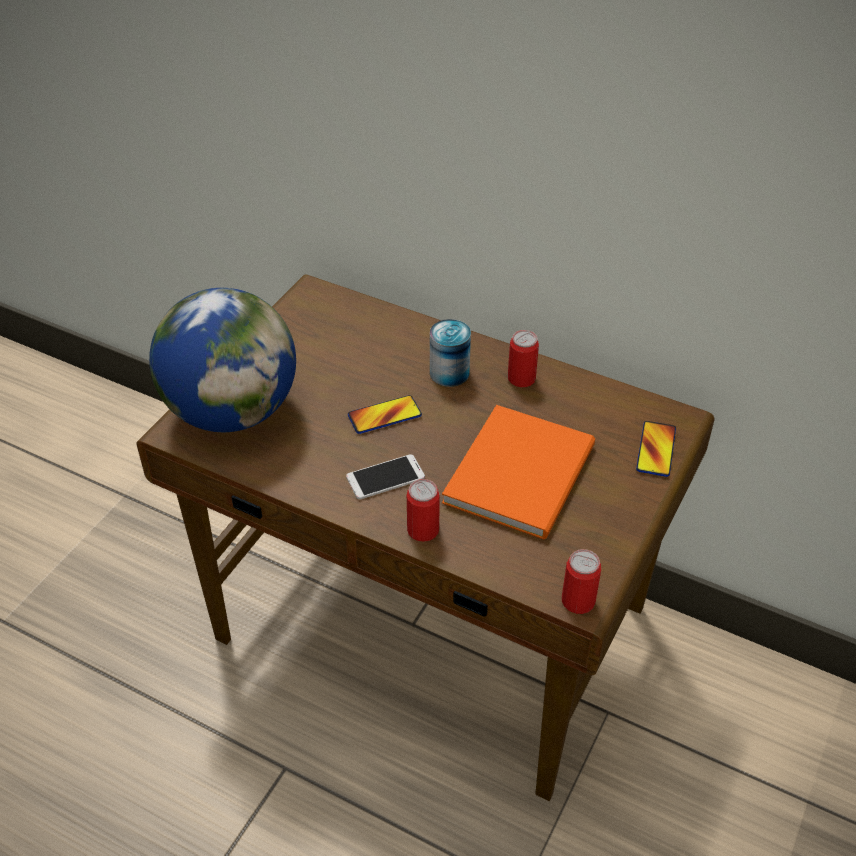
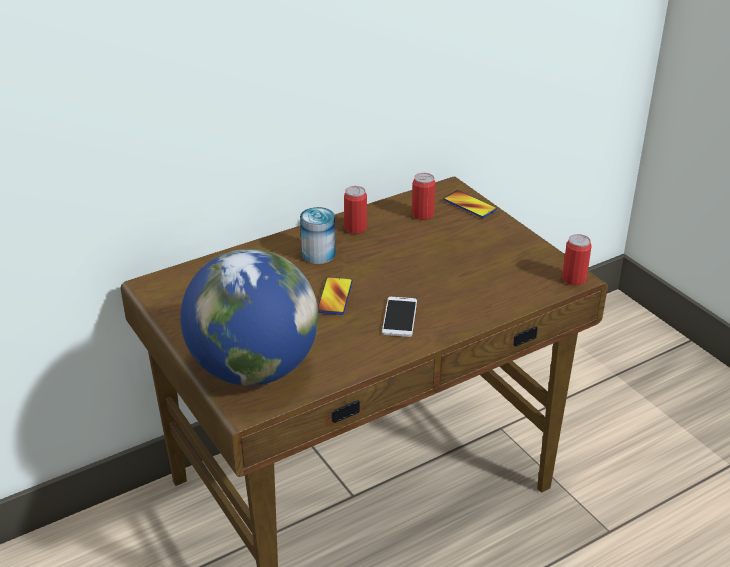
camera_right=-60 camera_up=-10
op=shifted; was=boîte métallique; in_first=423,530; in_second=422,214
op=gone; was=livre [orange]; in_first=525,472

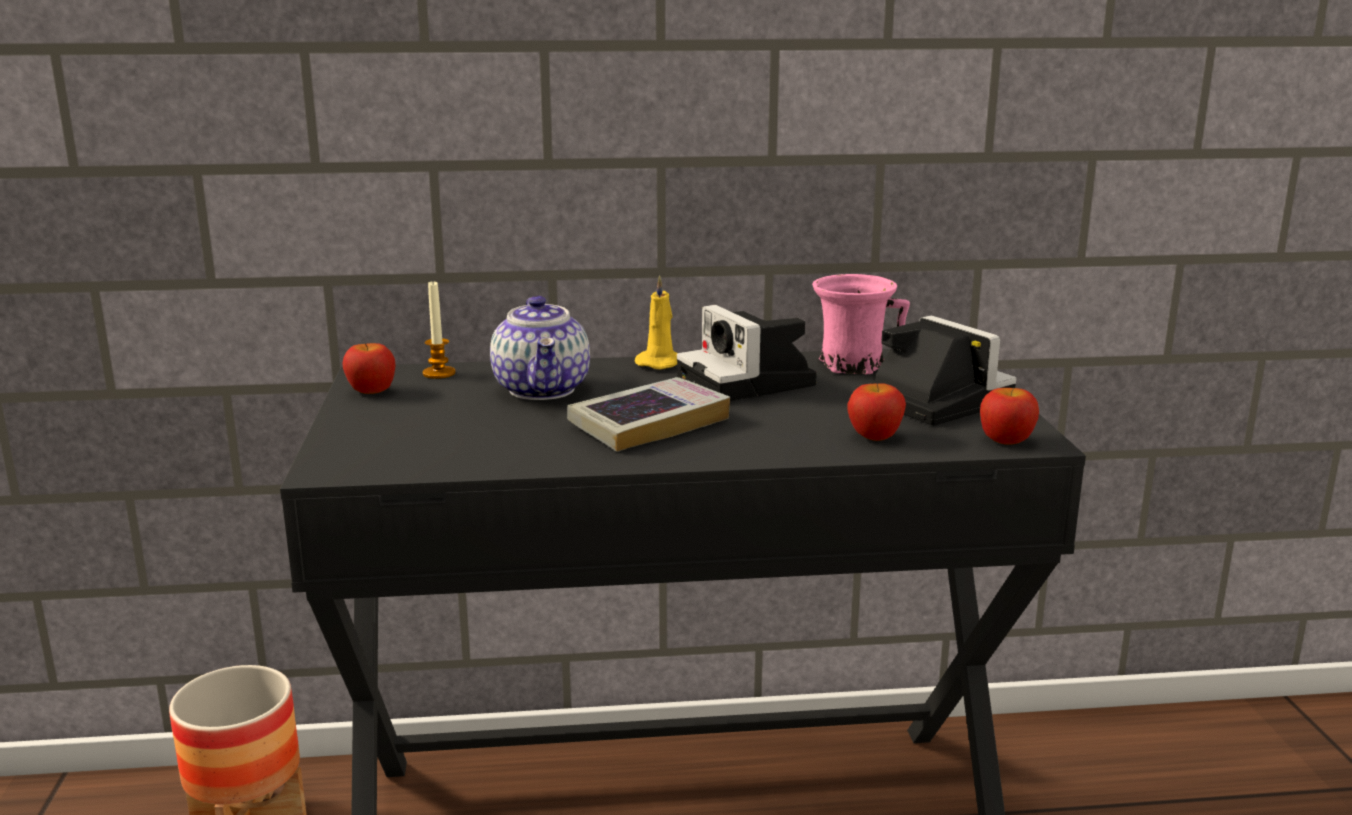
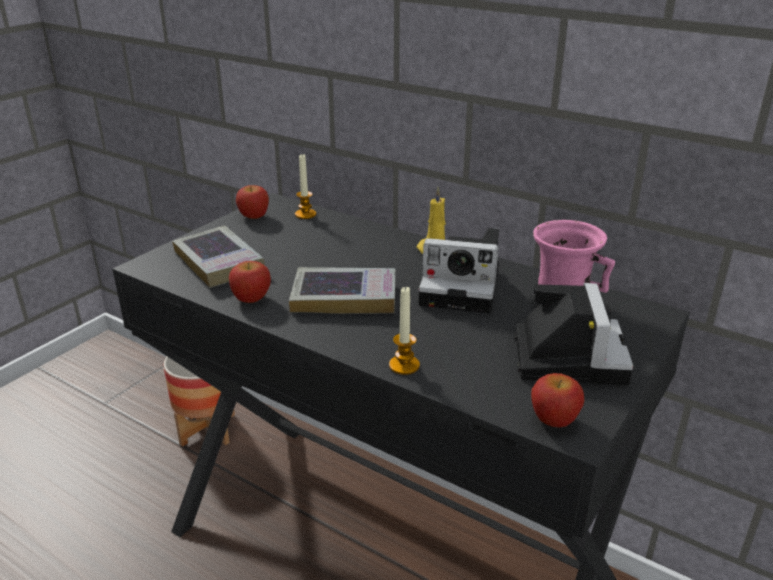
camera_right=40 camera_up=10
op=gone; was=théière; in_first=543,390
op=rotated; was=appareil photo; in_first=750,382; in_second=464,287; clockwise=-90
op=shifted; was=pomme; in_first=874,436; in_second=251,298
op=new; now=livre; in_second=219,262
op=new; now=bougie; in_second=404,365

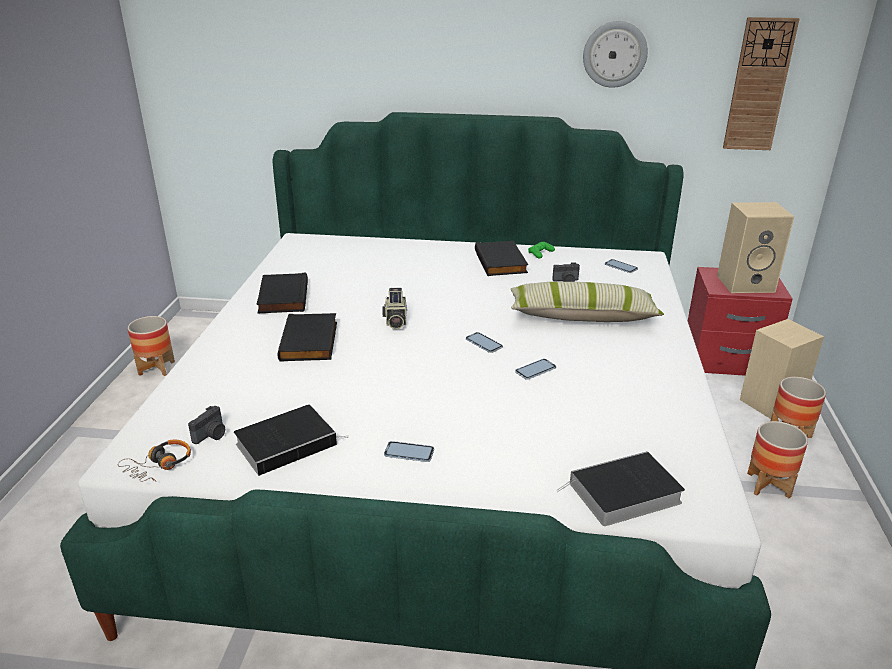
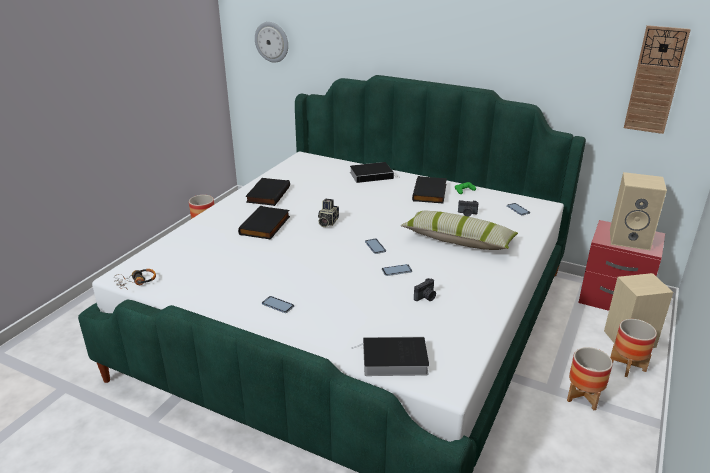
camera_right=20 camera_up=0
op=shifted; was=appareil photo; in_first=211,435; in_second=426,297
op=shifted; was=livre; in_first=288,443; in_second=372,175
op=shifted; was=horloge murale; in_first=615,54; in_second=272,42

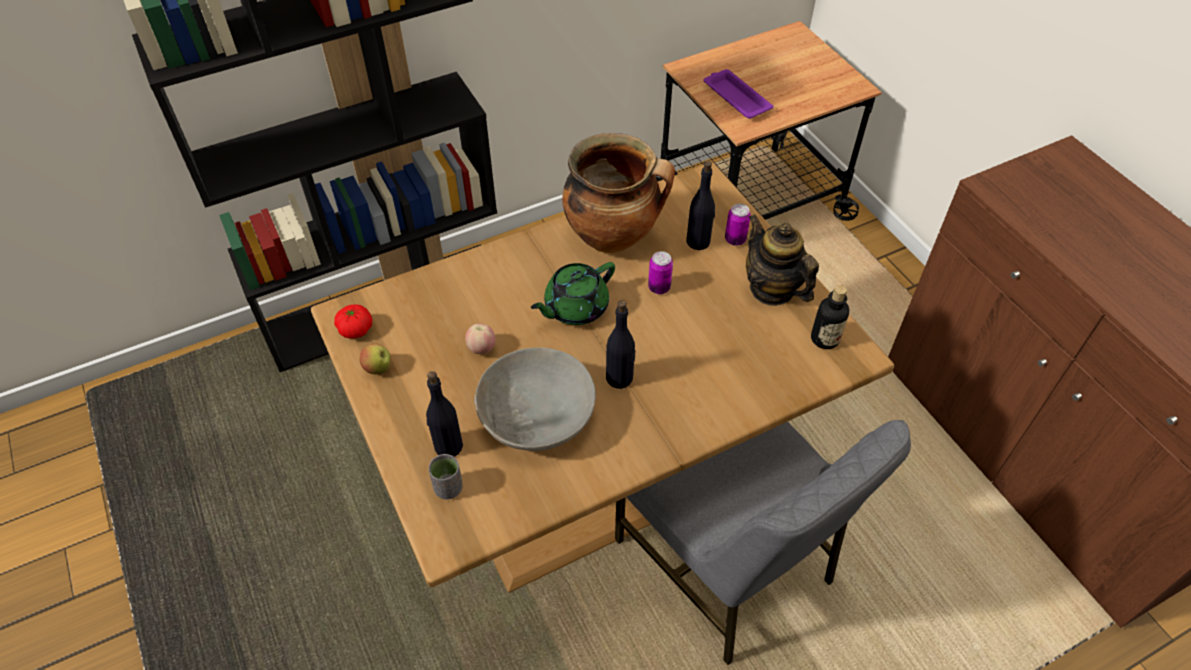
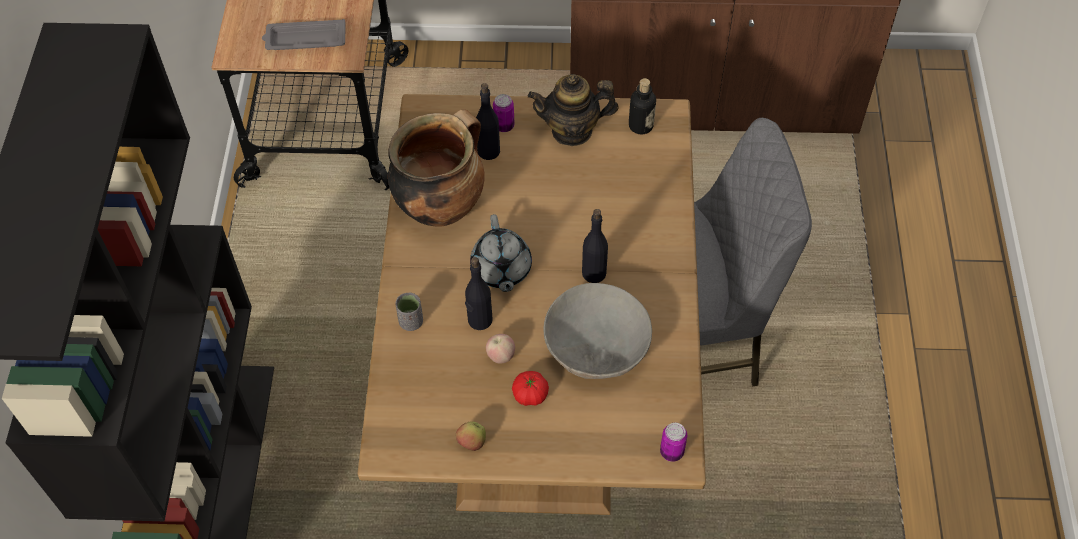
camera_right=-60 camera_up=5
op=shifted; was=tomate; in_first=356,329; in_second=530,394
op=shifted; was=bouteille [noir]; in_first=448,446; in_second=479,320
op=shifted; was=tasse [gris]; in_first=448,488; in_second=411,321
op=repainted; was=théière [vert]; now=théière [gris]; in_first=575,307; in_second=501,269
op=shifted; was=boîte métallique; in_first=659,287; in_second=671,452
op=repainted; was=plateau [violet]; now=plateau [gris]; in_first=735,98; in_second=304,40

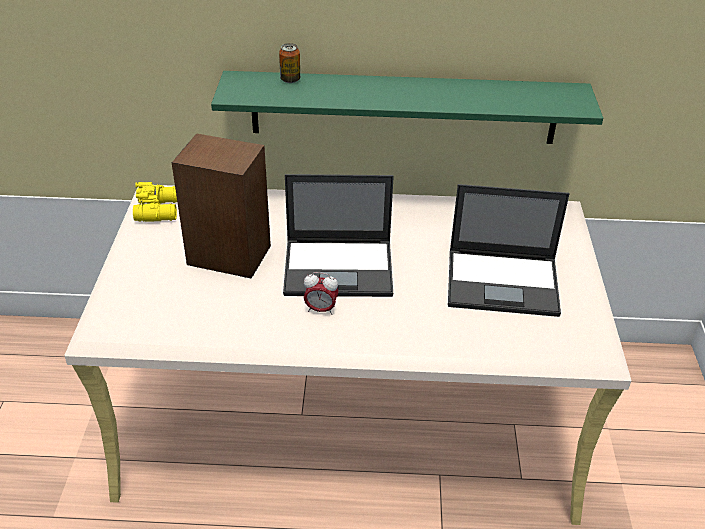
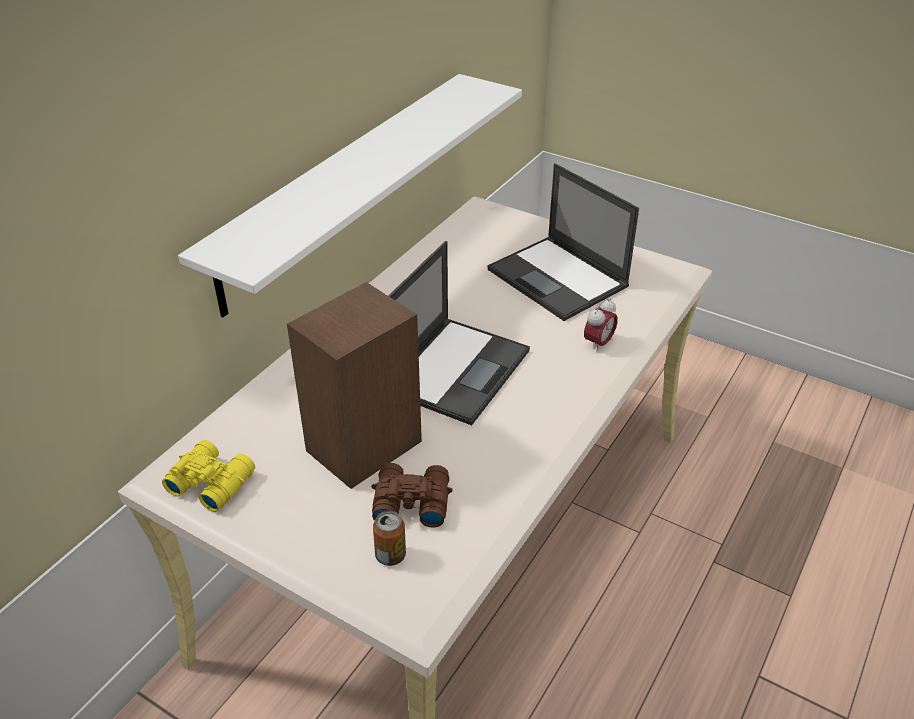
camera_right=-60 camera_up=0
op=repainted; was=étagère [vert]; now=étagère [blanc]; in_first=403,107; in_second=344,187
op=shifted; was=boîte métallique; in_first=290,79; in_second=390,555
op=shifted; was=réveil; in_first=321,309; in_second=598,343
op=rotated; was=ordinateur portable; in_first=504,282; in_second=559,278; clockwise=105
op=new; now=jumelles [marron]; in_second=410,501

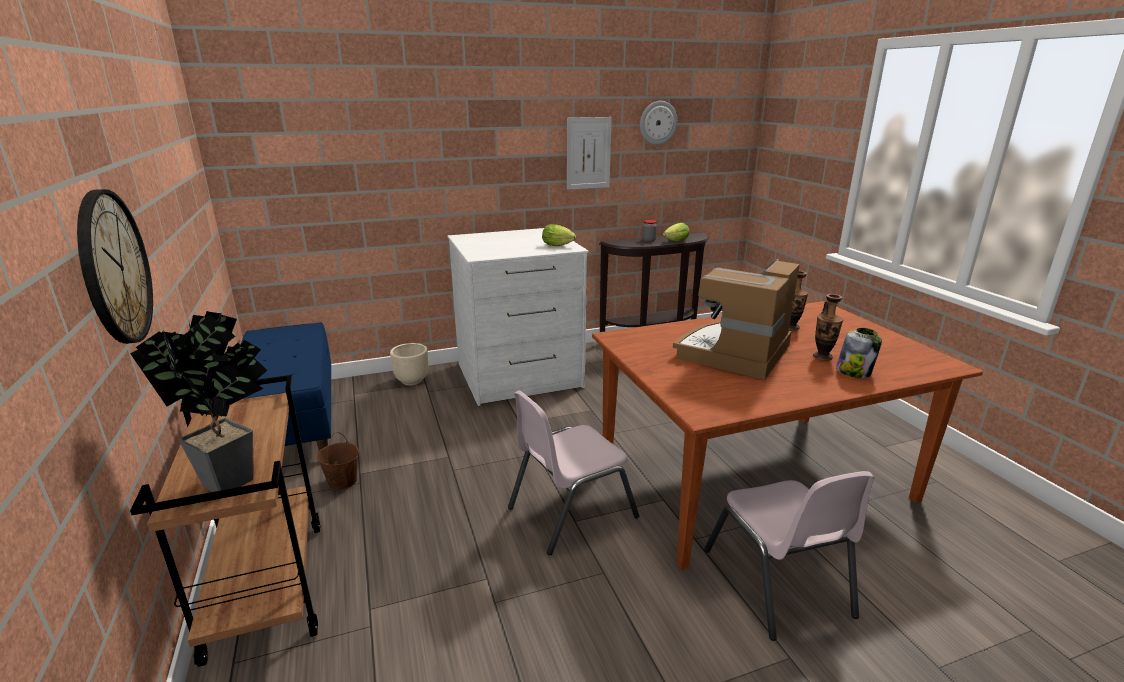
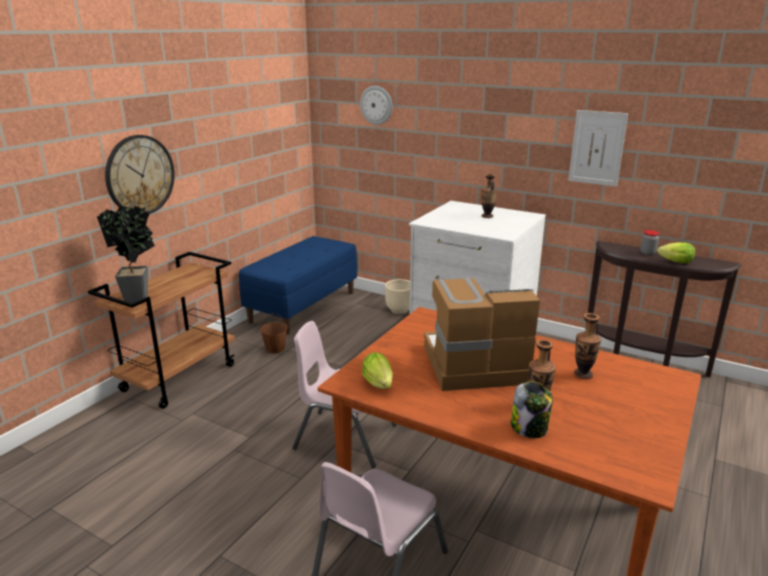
camera_right=50 camera_up=0
op=shifted; was=laitue; in_first=559,246; in_second=379,385
op=shifted; was=horloge murale; in_first=658,122; in_second=376,105
op=new; now=vase; in_second=487,216

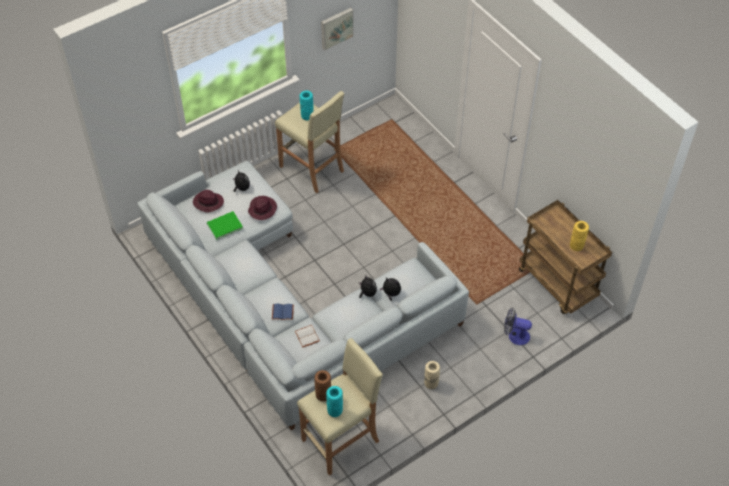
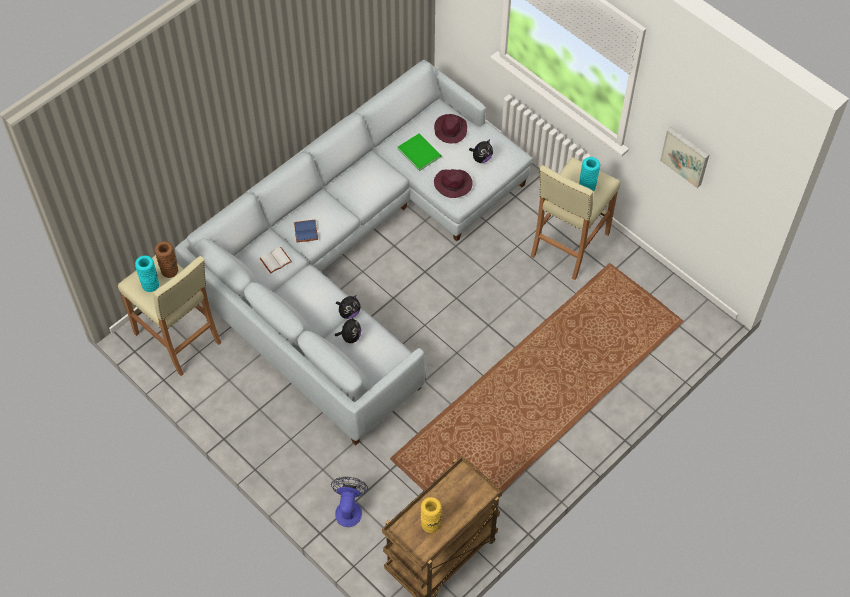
camera_right=80 camera_up=5
op=gone; was=vase [beige]; in_first=431,383

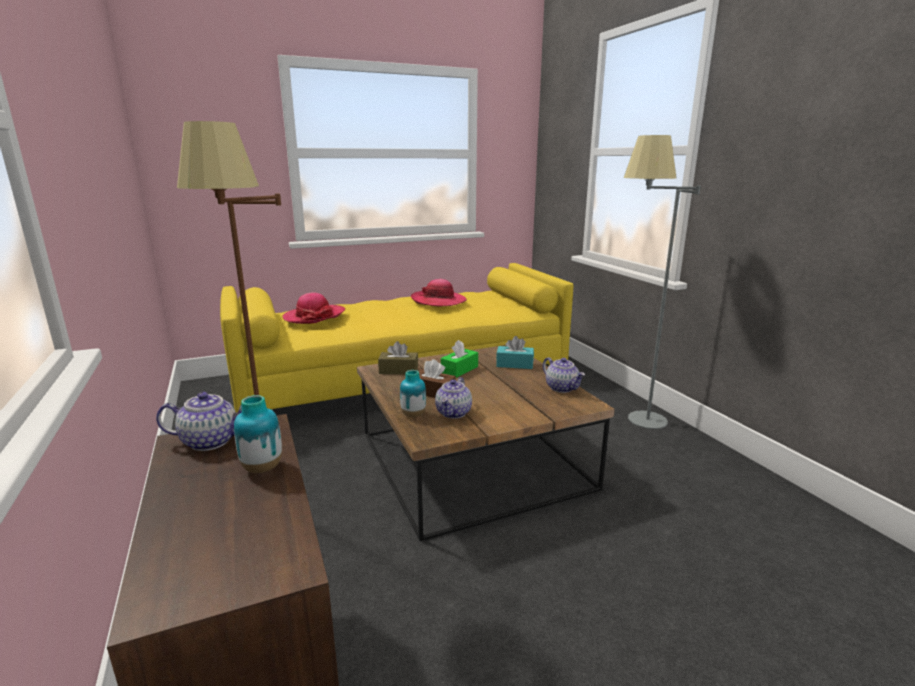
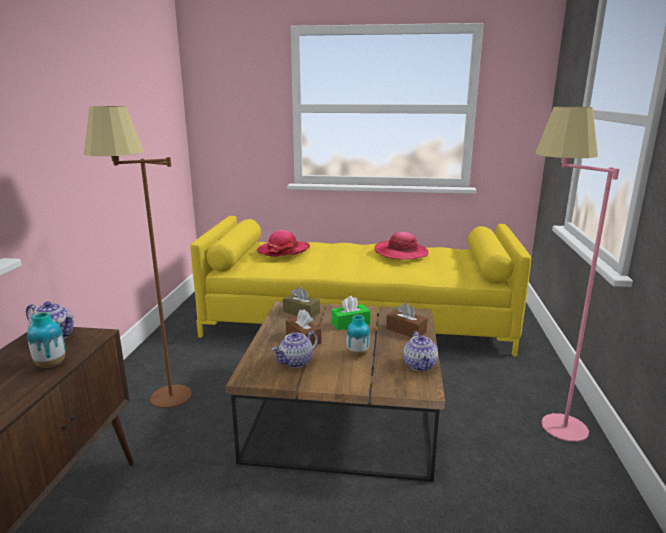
camera_right=30 camera_up=0
op=shifted; was=vase; in_first=413,415; in_second=357,354
op=repainted; was=boîte à mouchoirs [turquoise]; now=boîte à mouchoirs [marron]; in_first=514,364; in_second=406,330
op=repainted; was=lampadaire [gris]; now=lampadaire [rose]; in_first=634,423; in_second=543,426

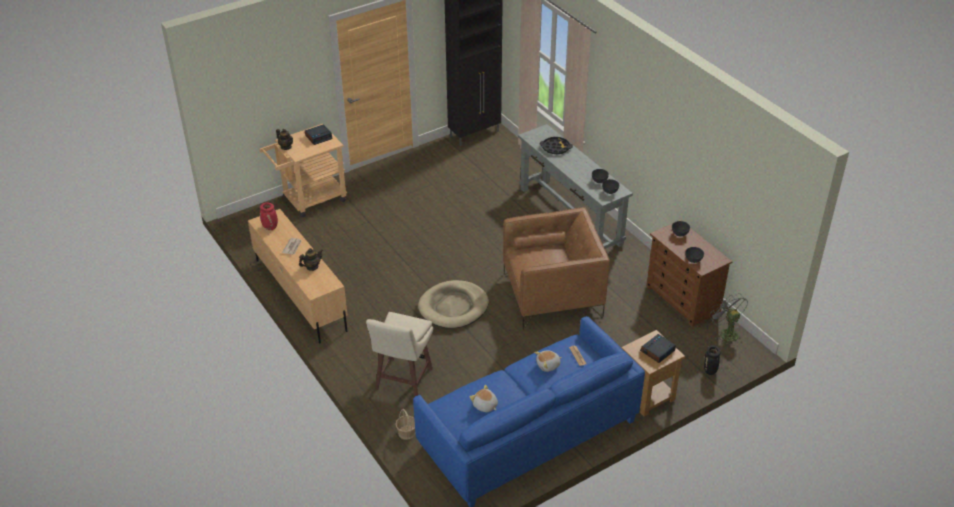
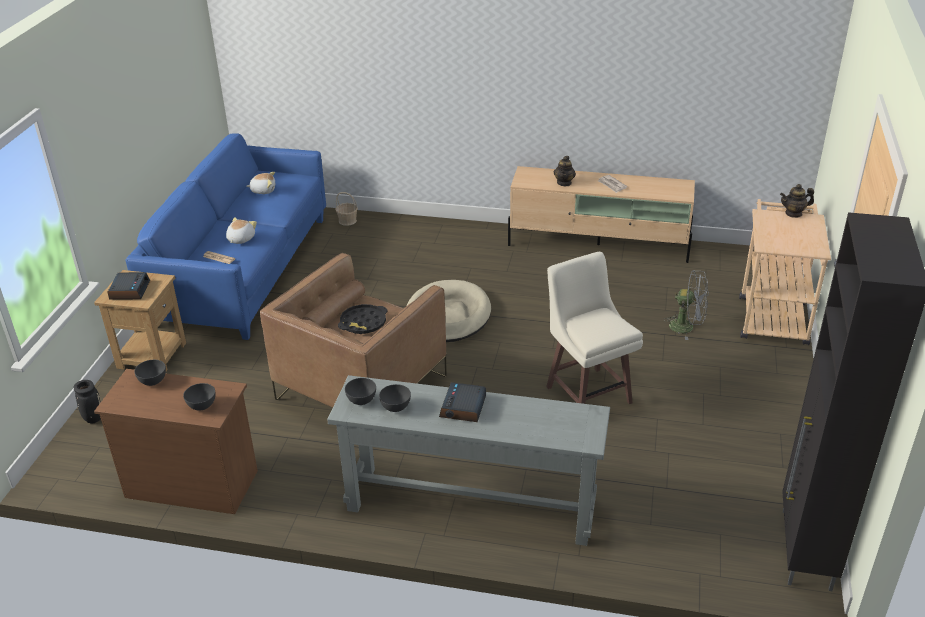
camera_right=135 camera_up=-5
op=gone; was=vase [rouge]; in_first=270,227
op=shifted; was=réveil; in_first=319,137; in_second=463,408
op=shifted; was=tabouret [beige]; in_first=403,380; in_second=587,393
op=shifted; was=plateau [noir]; in_first=555,148; in_second=363,323
op=shifted; was=ventilateur [gris]; in_first=725,332; in_second=687,327

